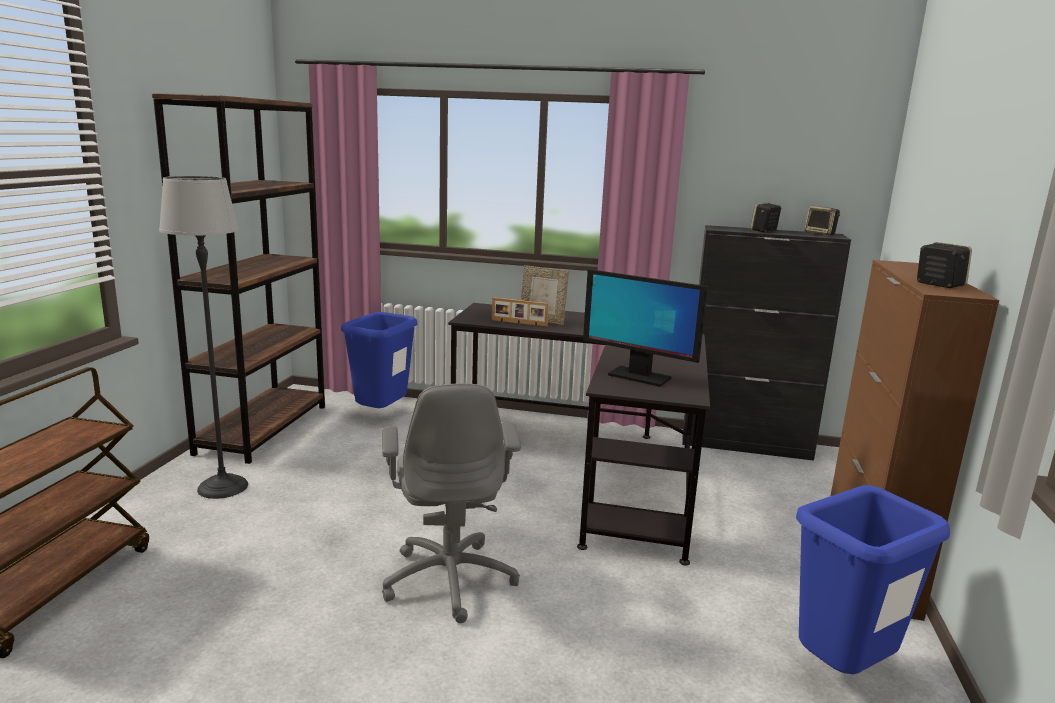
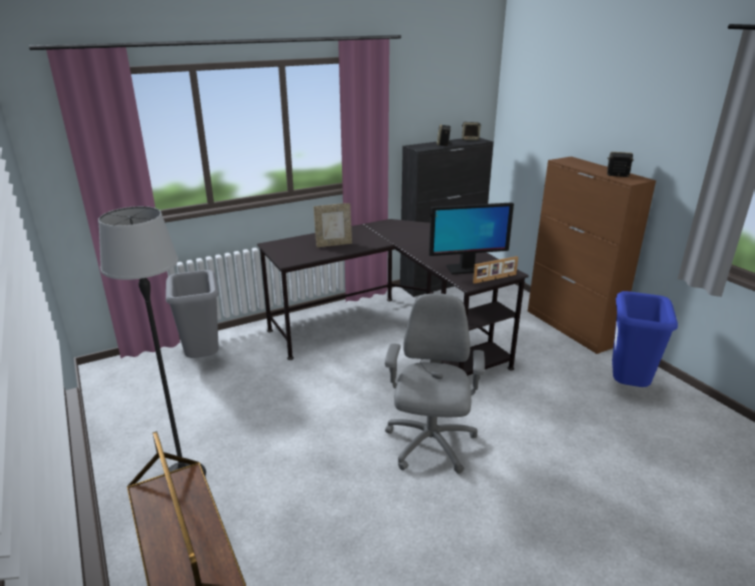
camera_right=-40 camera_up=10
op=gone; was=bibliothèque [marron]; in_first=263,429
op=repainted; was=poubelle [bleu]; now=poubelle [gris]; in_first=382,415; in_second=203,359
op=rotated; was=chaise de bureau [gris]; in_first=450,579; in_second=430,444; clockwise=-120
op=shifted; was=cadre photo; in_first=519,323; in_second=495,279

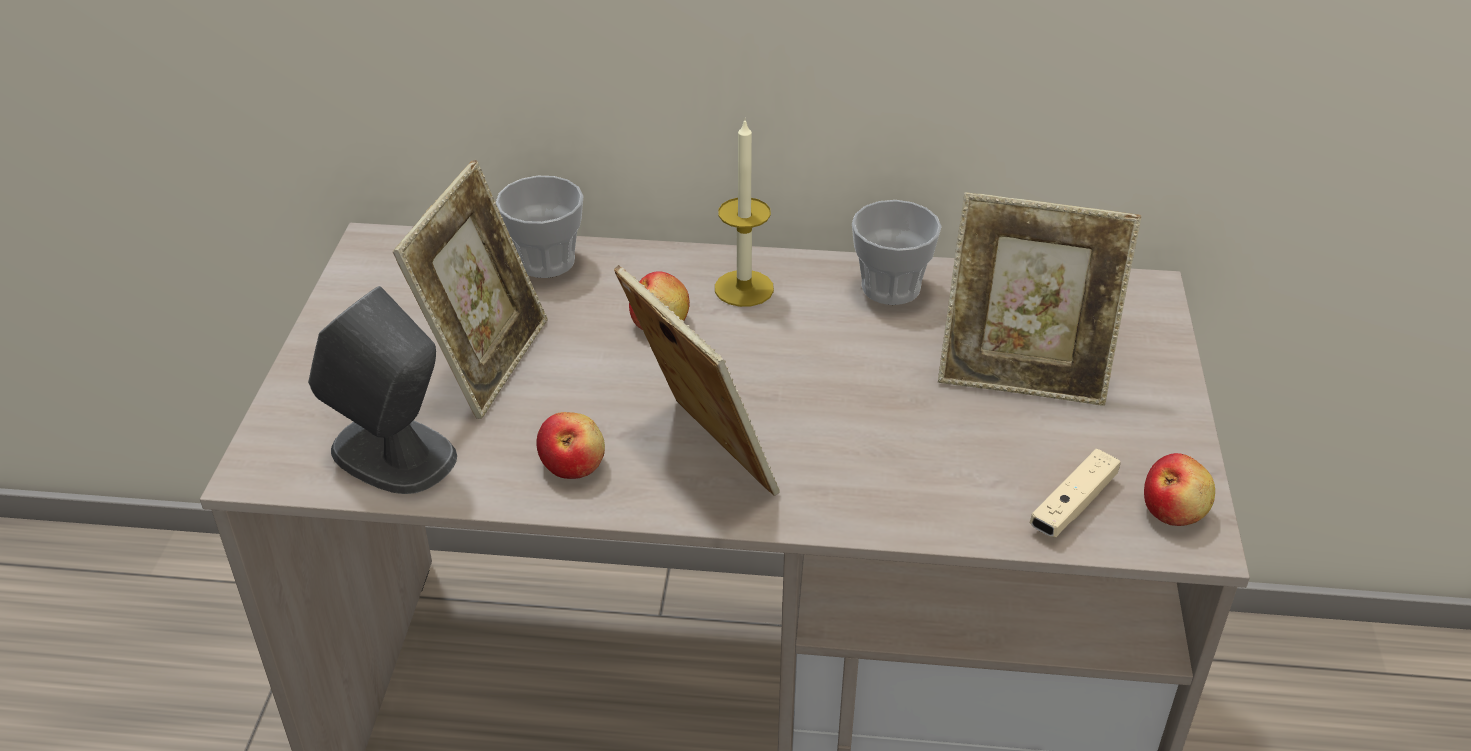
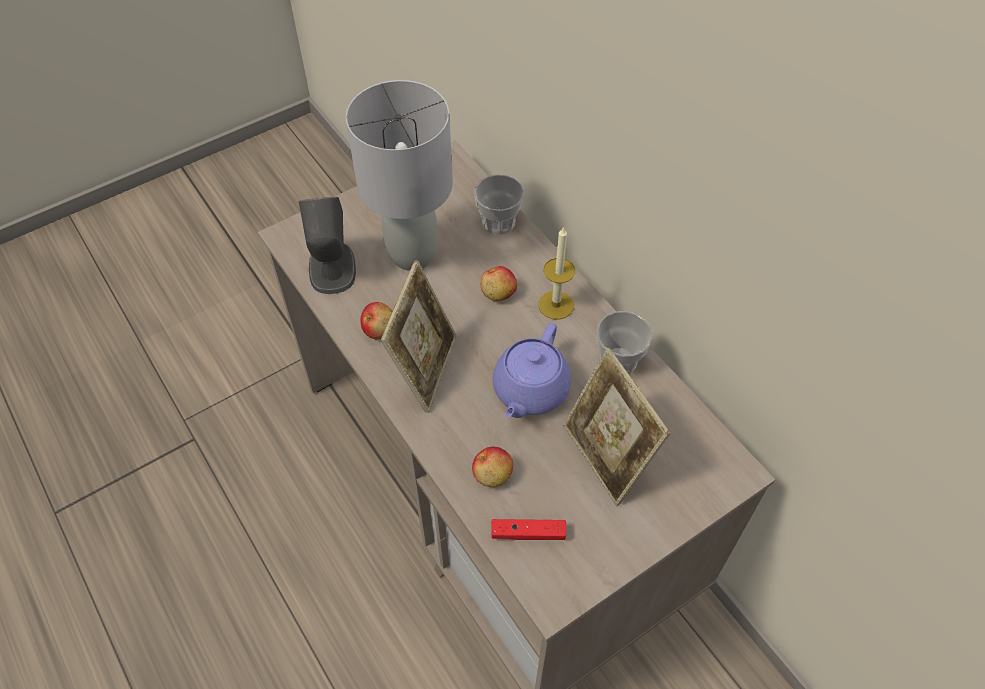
camera_right=50 camera_up=15
op=swapped; was=cadre photo; now=lampe de table [gris]; in_first=487,361; in_second=413,254
op=repainted; was=manette [beige]; now=manette [rouge]; in_first=1073,505; in_second=528,533
op=shifted; was=pomme; in_first=1173,510; in_second=492,474
op=new; now=théière [violet]; in_second=530,390

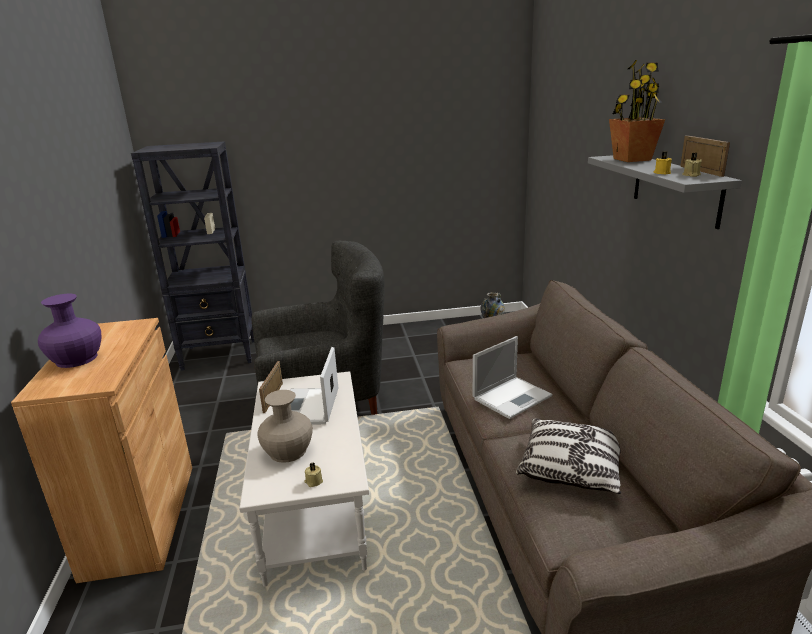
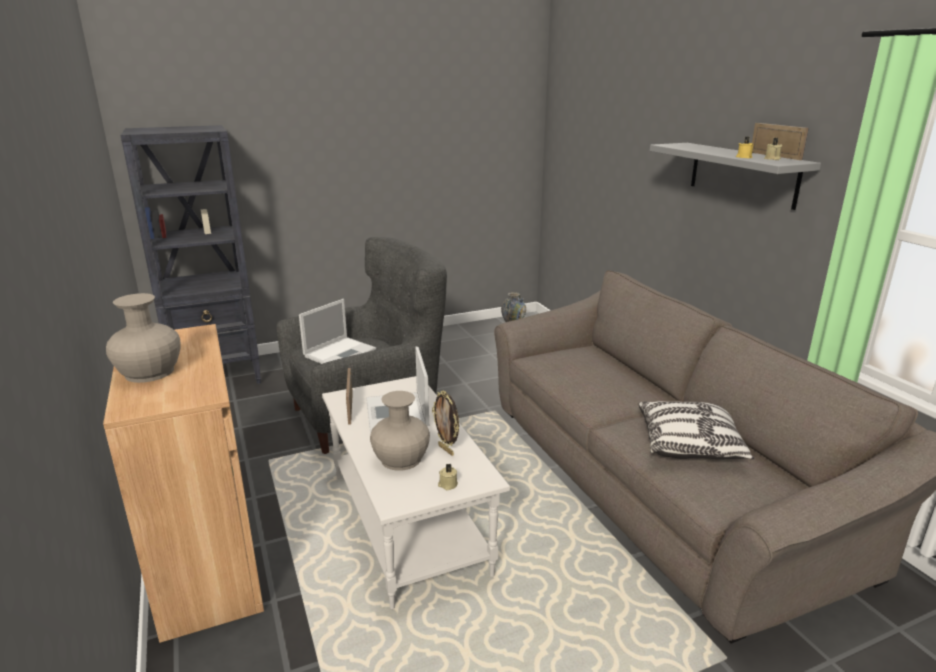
camera_right=-15 camera_up=0
op=repainted; was=vase [violet]; now=vase [beige]; in_first=76,359; in_second=149,372
op=shifted; was=ordinateur portable; in_first=512,397; in_second=340,352
op=gone; was=plante en pot; in_first=631,159
op=new; now=cadre photo; in_second=446,450

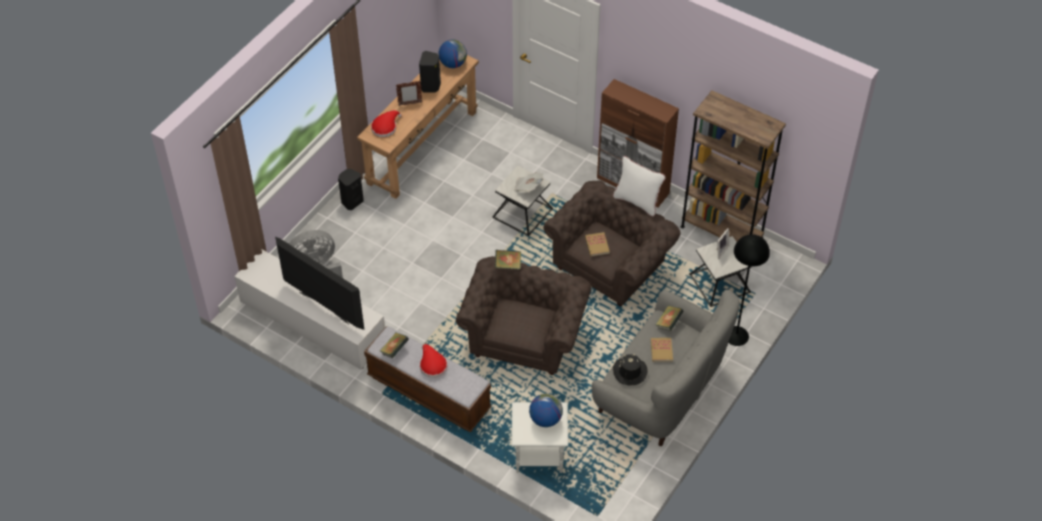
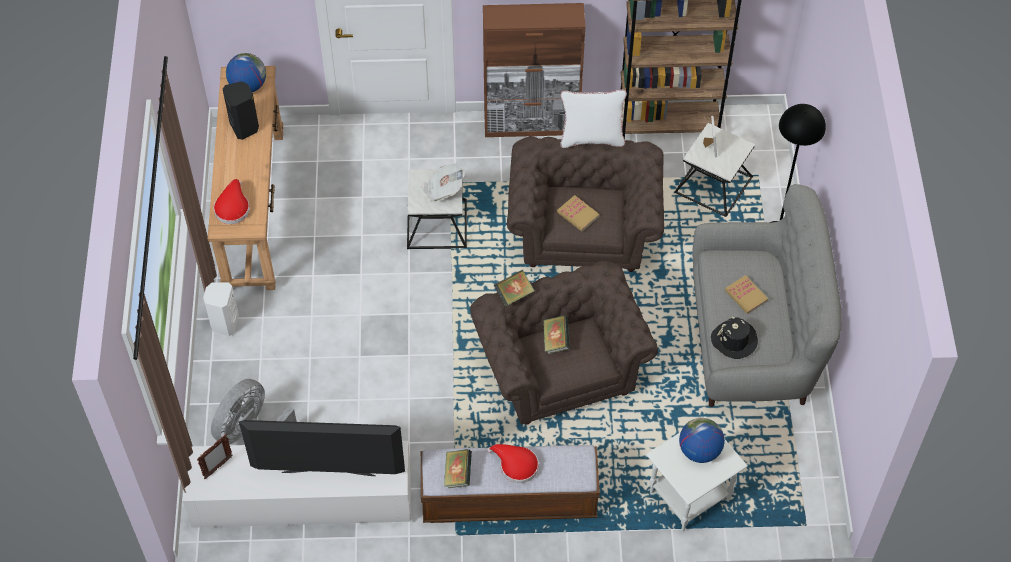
camera_right=-35 camera_up=5
op=repainted; was=enceinte [noir]; now=enceinte [blanc]; in_first=351,201; in_second=224,323
op=shifted; was=cadre photo; in_first=410,104; in_second=218,468
op=shifted; was=livre; in_first=668,323; in_second=556,340

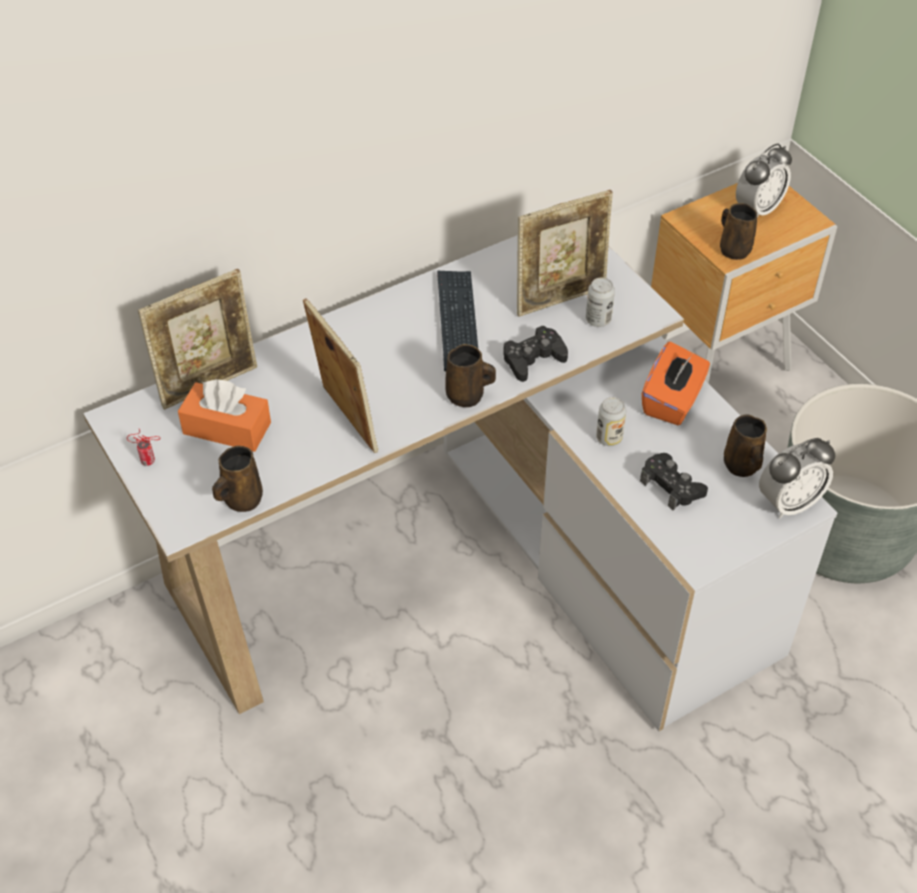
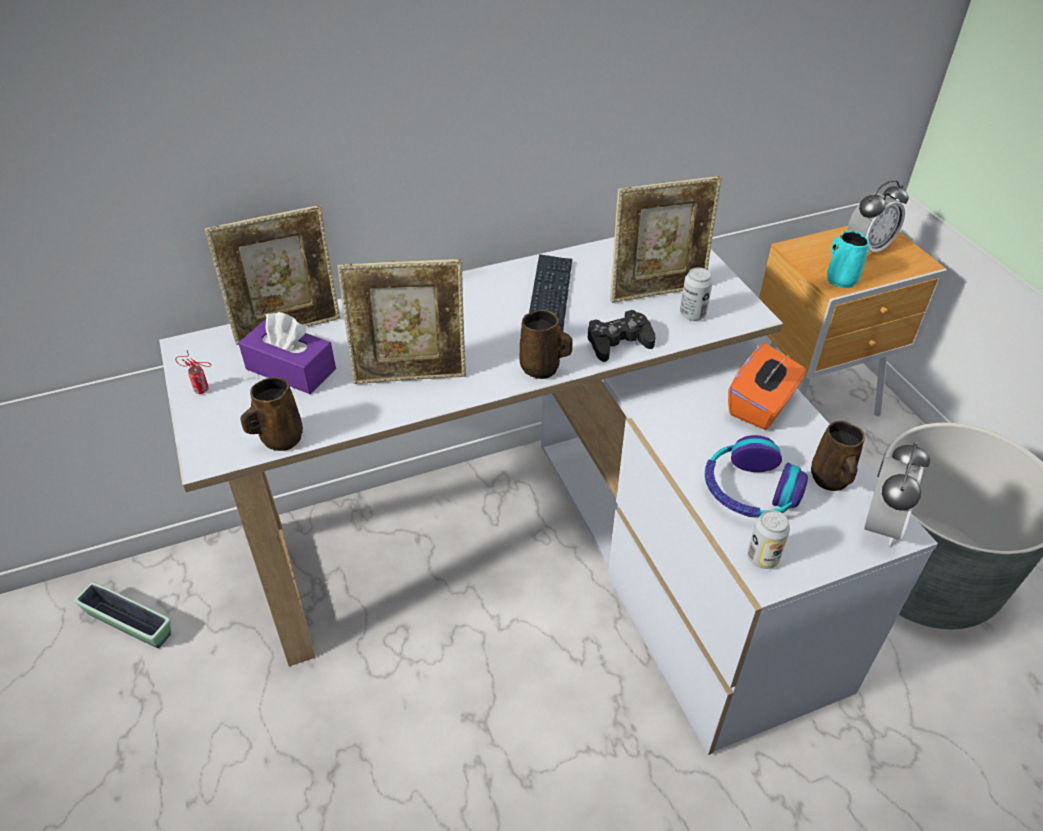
camera_right=10 camera_up=-5
op=repainted; was=boîte à mouchoirs [orange]; now=boîte à mouchoirs [violet]; in_first=227,428; in_second=291,369
op=rotated; was=cadre photo; in_first=345,420; in_second=411,376; clockwise=105
op=shifted; was=boîte métallique; in_first=609,438; in_second=762,558
op=swapped; was=manette [noir]; now=casque audio; in_first=671,486; in_second=749,490
op=repainted; was=mug [marron]; now=mug [turquoise]; in_first=733,249; in_second=840,279
op=rotated; was=réveil; in_first=788,503; in_second=881,525; clockwise=-45
op=new; now=cache-pot; in_second=129,624

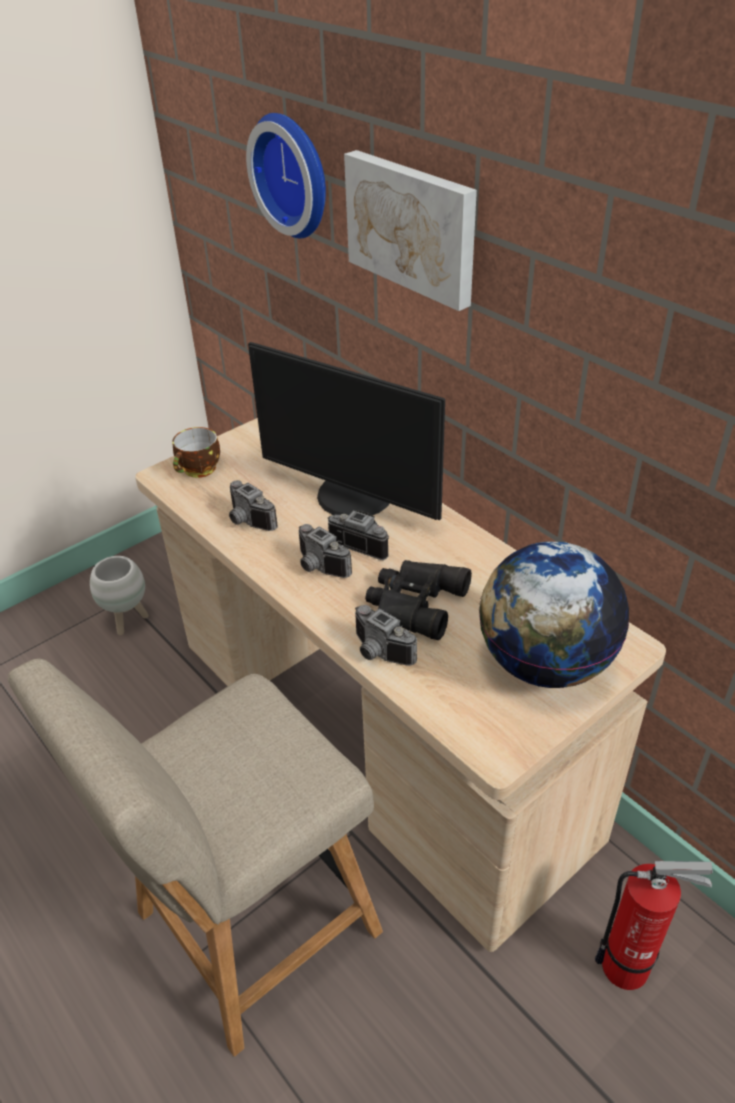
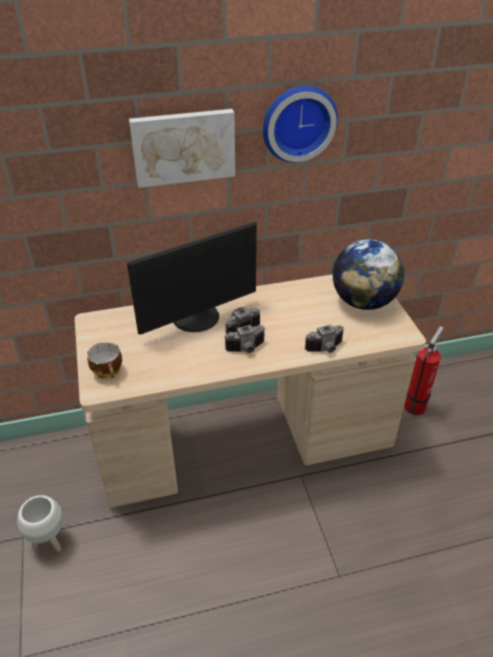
camera_right=-65 camera_up=0
op=gone; was=chaise [beige]; in_first=248,930
op=gone; was=appareil photo; in_first=247,521
op=shifted; was=horloge murale; in_first=295,174; in_second=298,122
op=gone; was=jumelles [noir]; in_first=413,603

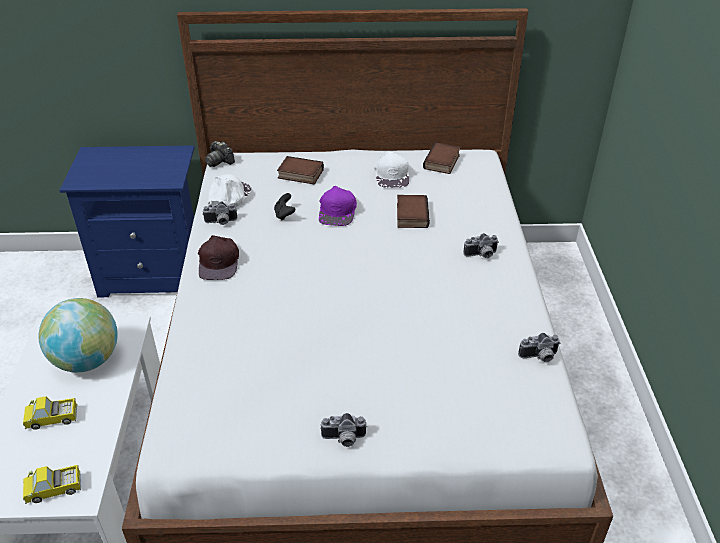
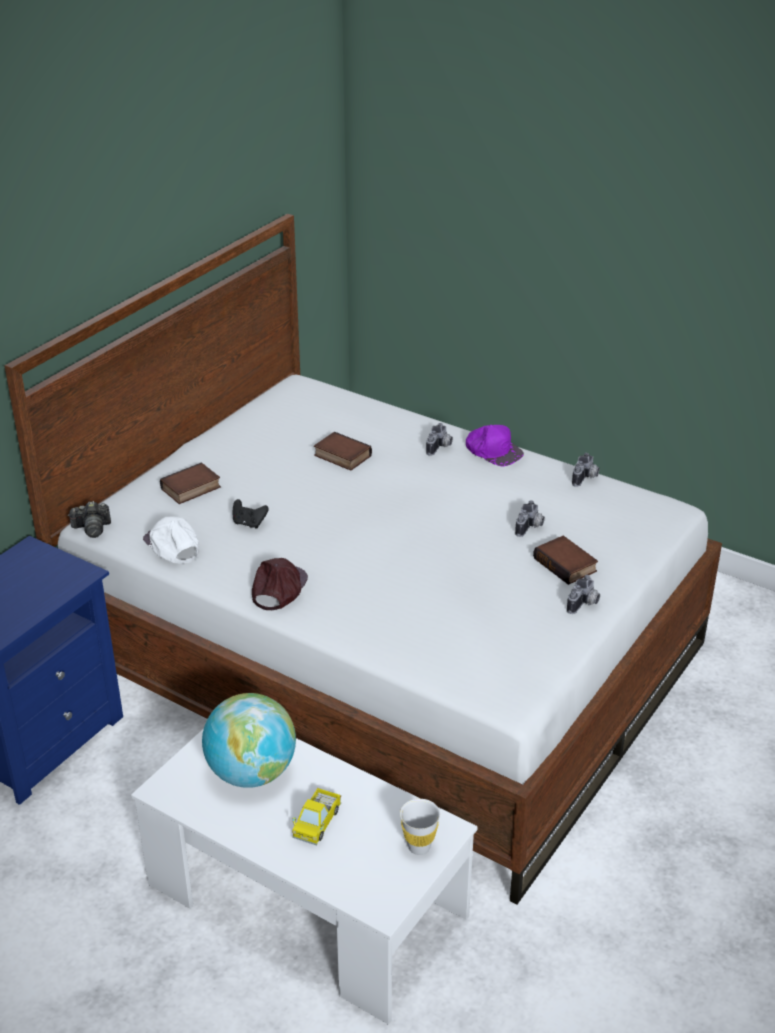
camera_right=-55 camera_up=-5
op=swapped; was=camion jouet; now=tasse [blanc]; in_first=54,489; in_second=419,847
op=rotated; was=casquette [marron]; in_first=219,262; in_second=278,588; clockwise=-105
op=shifted; was=appareil photo; in_first=221,222; in_second=530,527
op=shifted; was=casquette [violet]; in_first=338,210; in_second=493,450
op=gone; was=casquette [blanc]; in_first=392,175
op=shifted; was=livre; in_first=442,162; in_second=567,565

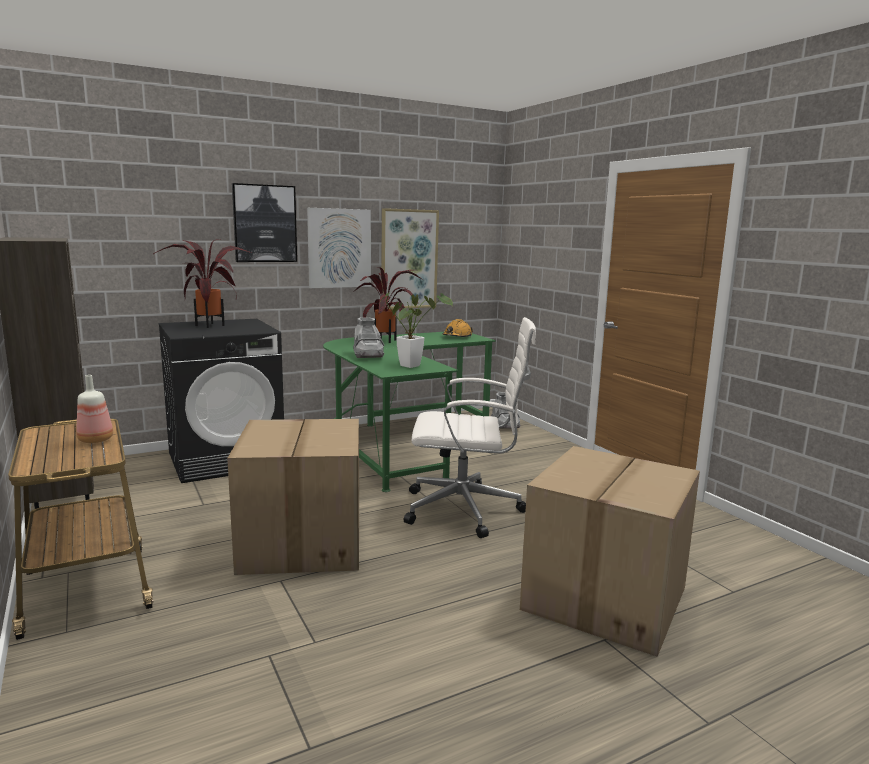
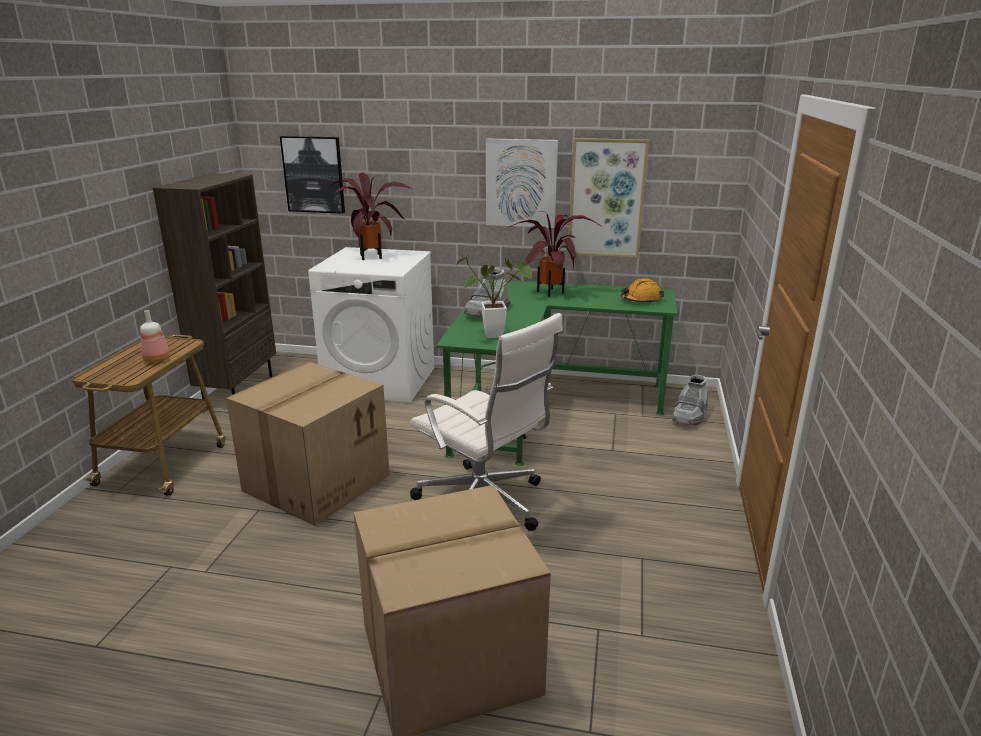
camera_right=40 camera_up=10
op=repainted; was=lave-linge [noir]; now=lave-linge [blanc]; in_first=226,459; in_second=381,380
op=shifted; was=tableau; in_first=264,223; in_second=314,174

